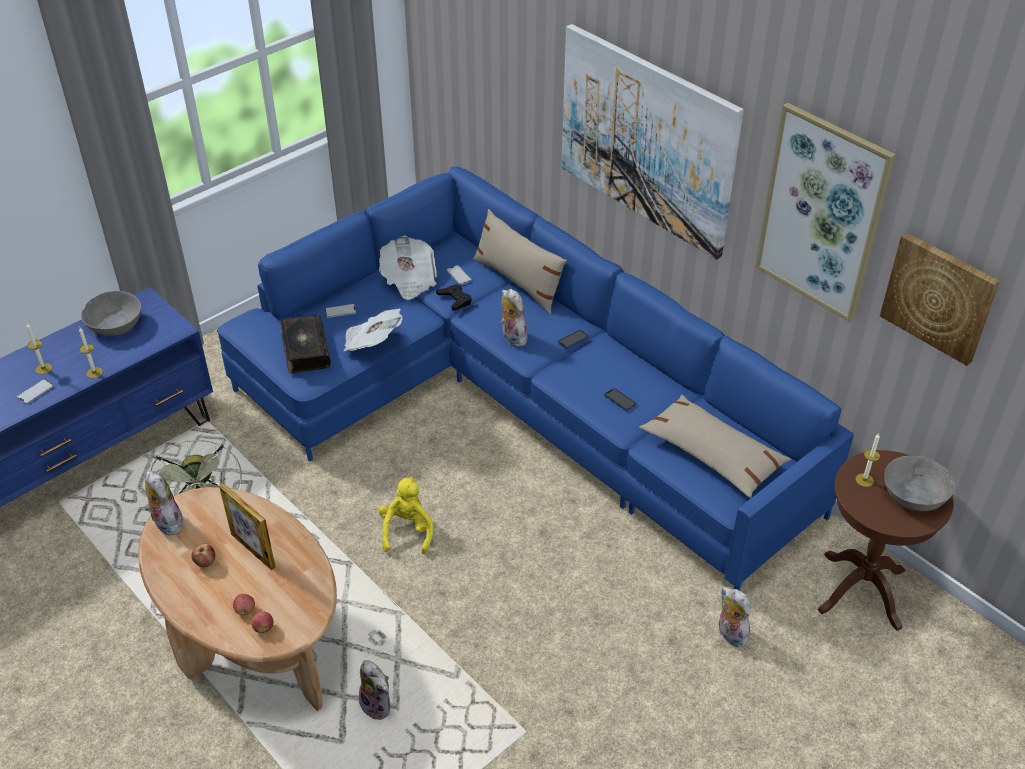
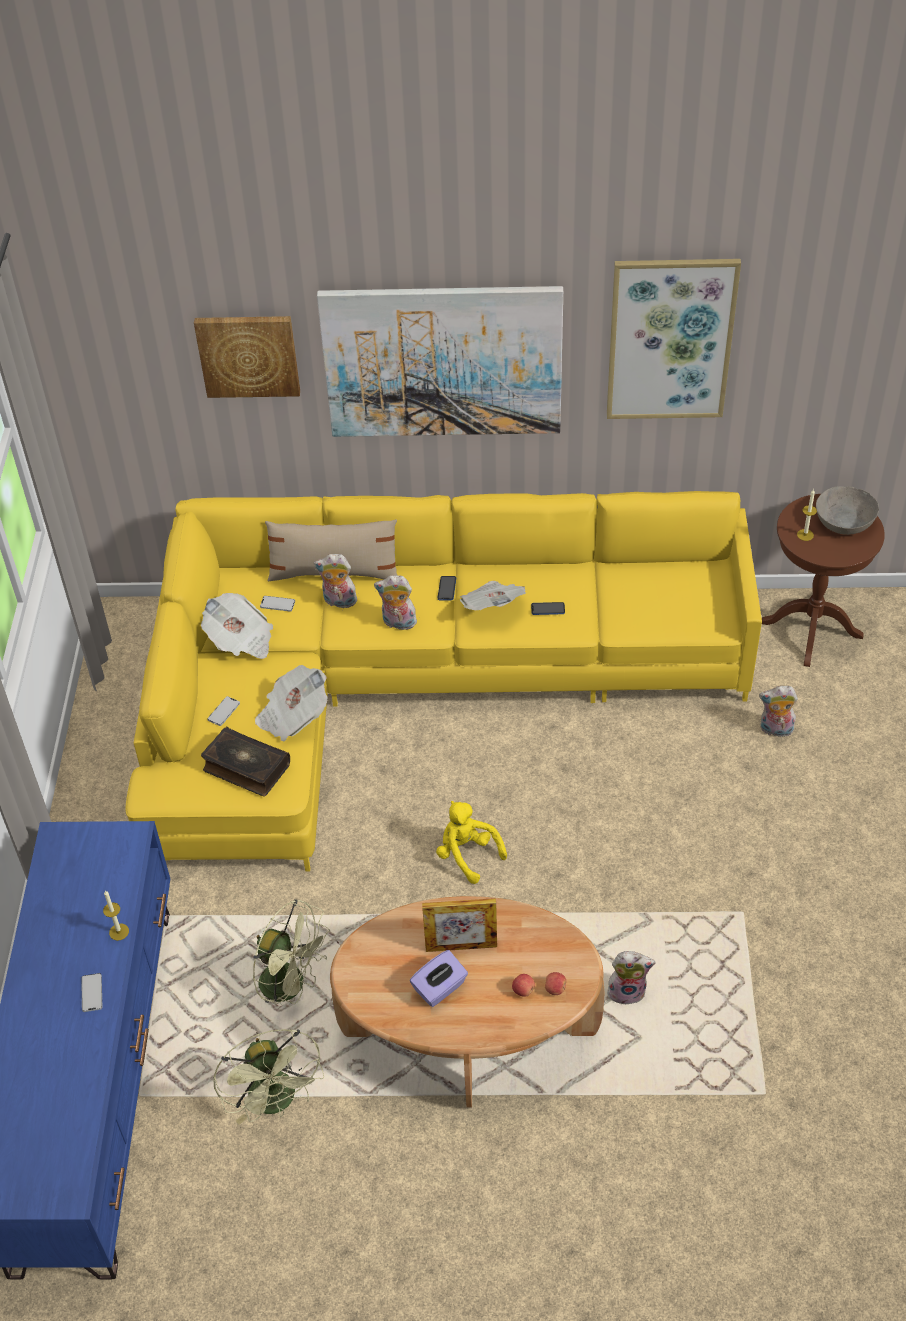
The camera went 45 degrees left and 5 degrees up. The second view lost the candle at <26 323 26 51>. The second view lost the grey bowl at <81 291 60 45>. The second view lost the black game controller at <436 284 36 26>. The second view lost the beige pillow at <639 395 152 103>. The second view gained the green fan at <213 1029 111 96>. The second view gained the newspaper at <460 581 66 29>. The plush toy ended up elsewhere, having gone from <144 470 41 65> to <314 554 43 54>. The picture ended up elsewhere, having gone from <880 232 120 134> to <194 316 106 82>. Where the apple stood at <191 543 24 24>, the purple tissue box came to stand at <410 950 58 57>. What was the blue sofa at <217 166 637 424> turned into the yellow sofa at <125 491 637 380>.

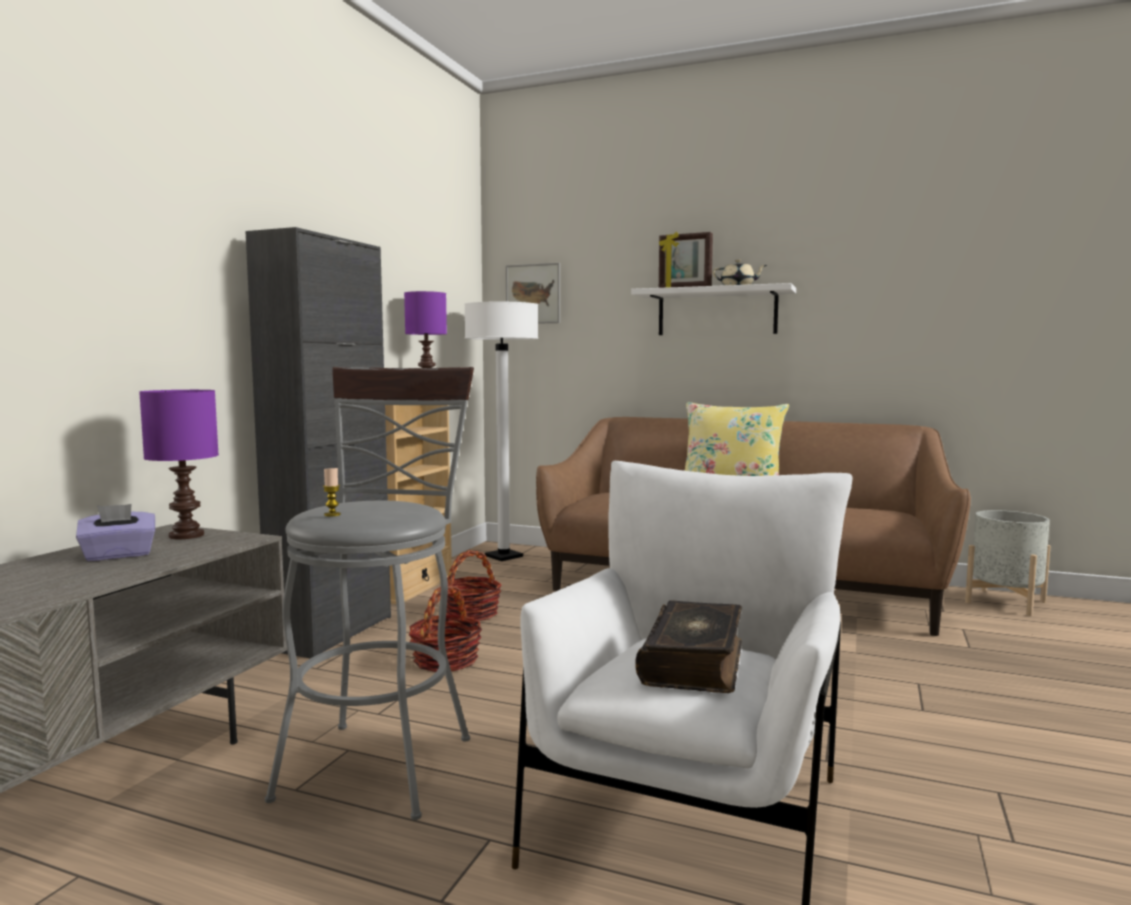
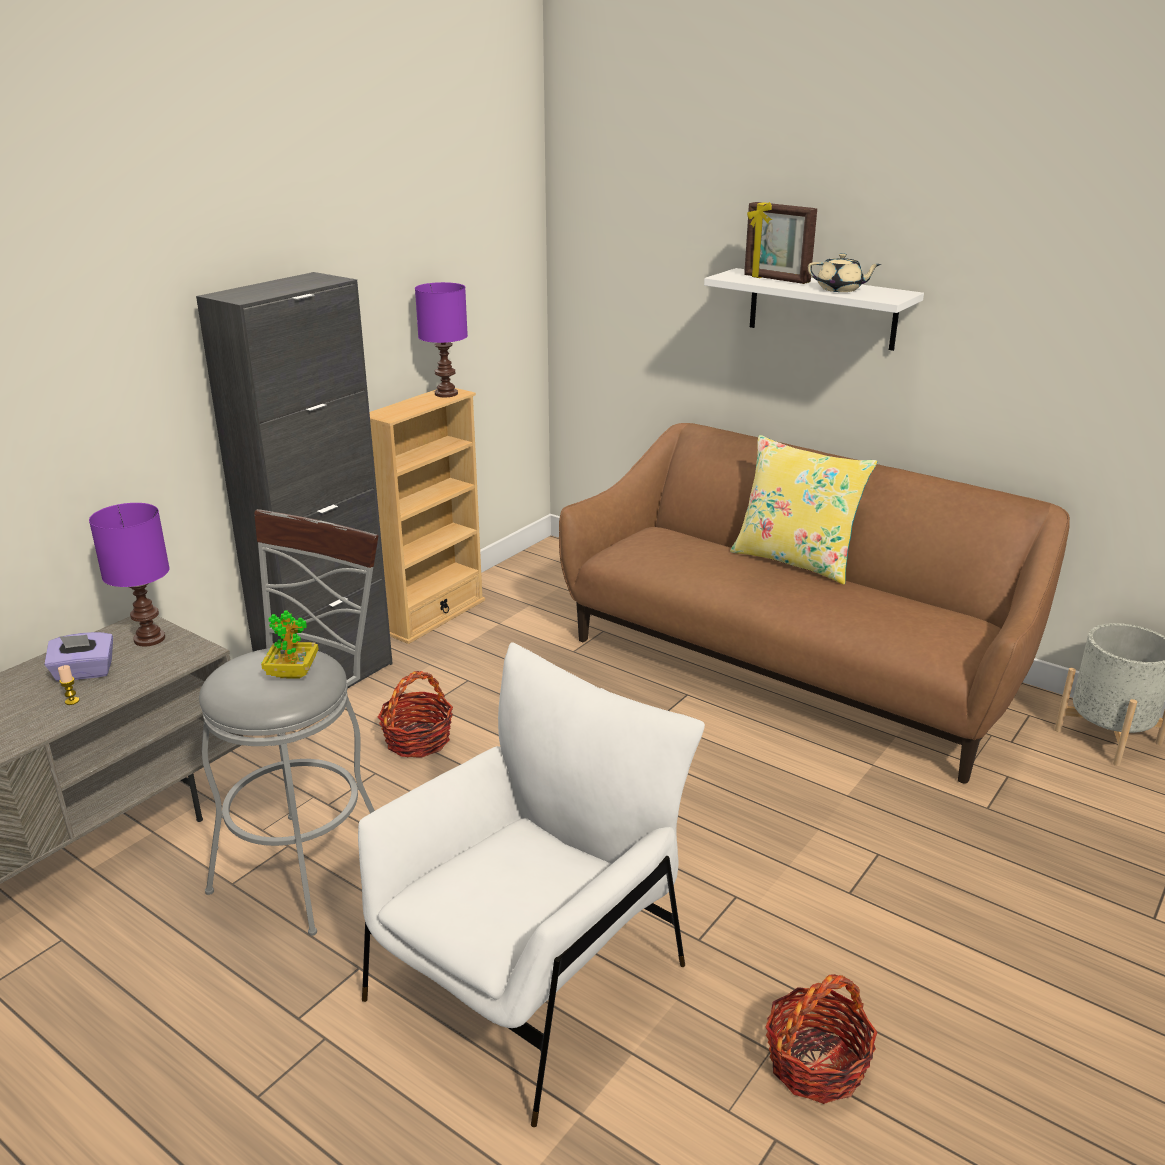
The camera went 15 degrees right and 20 degrees up. The second view lost the white floor lamp at <464 302 75 259>. The second view lost the picture at <506 263 54 61>. The second view lost the book at <635 601 107 92>. The second view gained the potted plant at <261 611 58 68>. The candle ended up elsewhere, having gone from <323 468 18 49> to <58 665 21 40>. The basket ended up elsewhere, having gone from <440 550 62 71> to <765 974 112 130>.

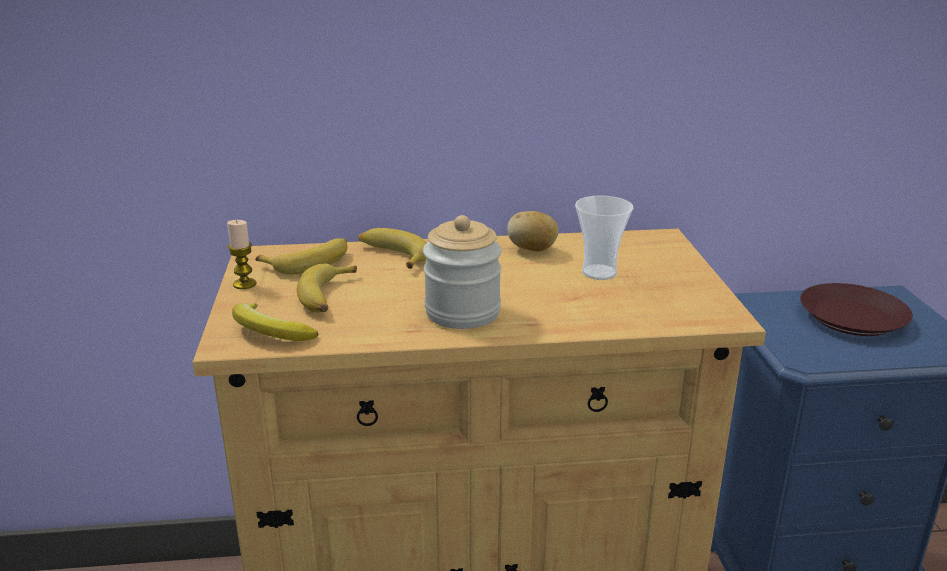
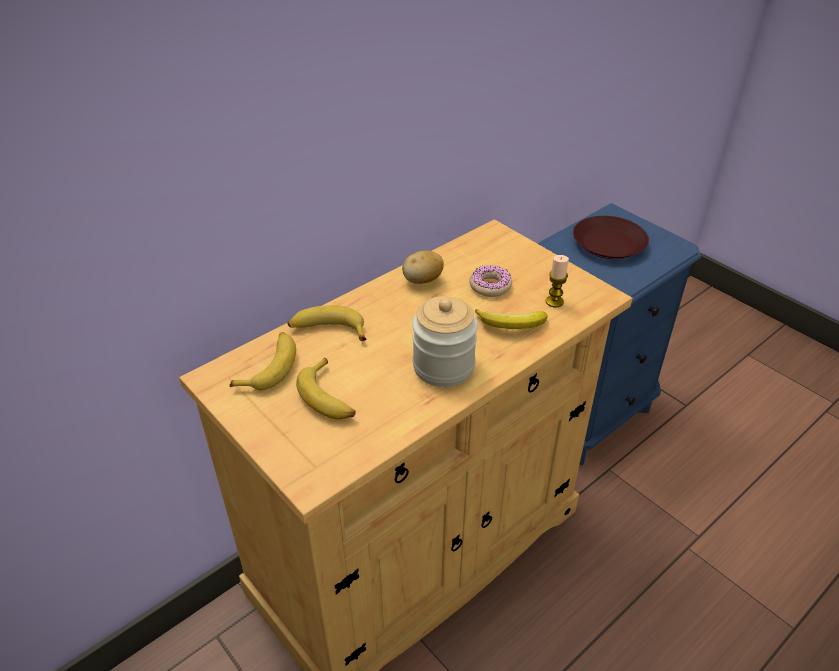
The camera went 35 degrees left and 15 degrees up. The candle ended up elsewhere, having gone from <227 220 29 69> to <546 255 23 52>. The banana ended up elsewhere, having gone from <232 303 86 38> to <475 309 72 20>. Where the cup stood at <575 195 58 85>, the donut came to stand at <469 265 43 32>.

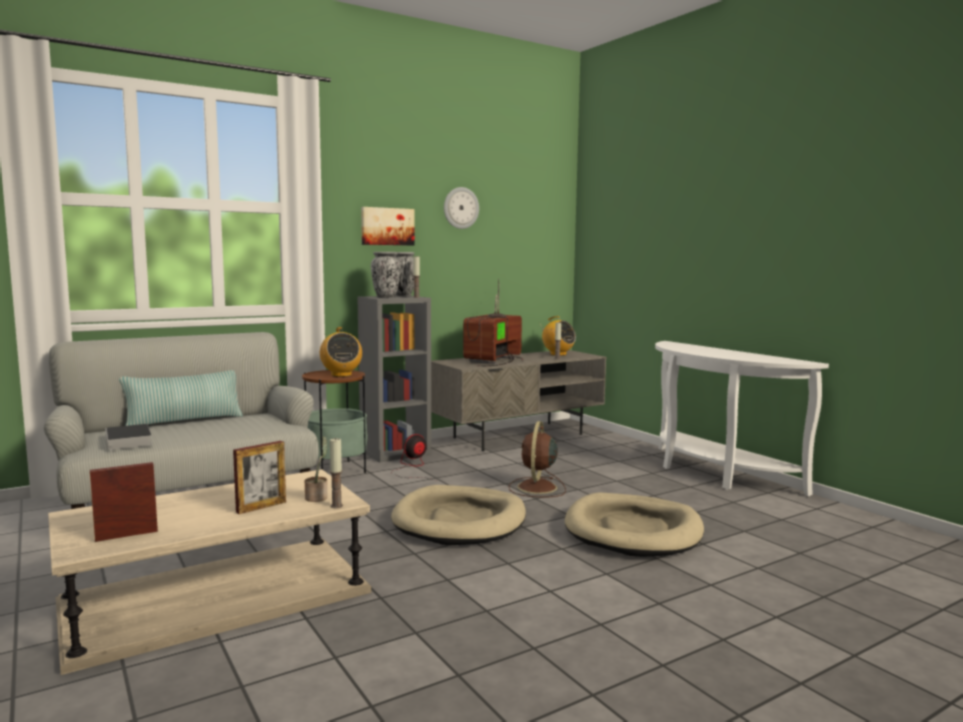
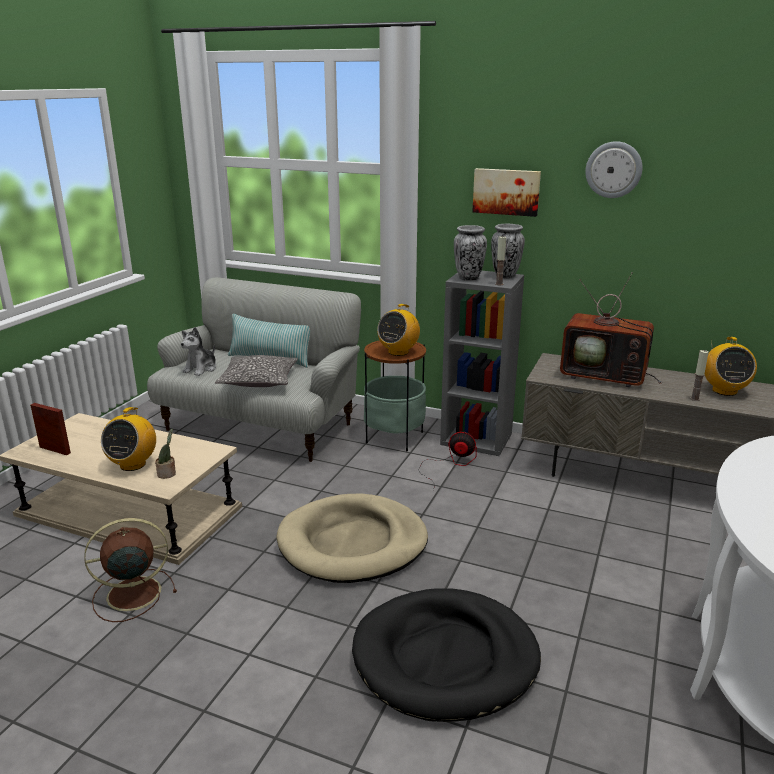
The camera went 55 degrees right and 15 degrees up. The second view lost the candle at <330 438 13 70>. The second view gained the pillow at <215 355 83 32>. The brown fan ended up elsewhere, having gone from <509 421 57 76> to <84 518 93 104>. Where the book stood at <105 424 47 28>, the plush toy came to stand at <181 327 35 49>. Where the picture frame stood at <233 441 53 73>, the radio came to stand at <101 407 55 64>. What was the beige dog bed at <565 493 139 64> turned into the black dog bed at <352 588 189 134>. The television at <463 279 60 87> ended up facing another way, 150 degrees counterclockwise from before.

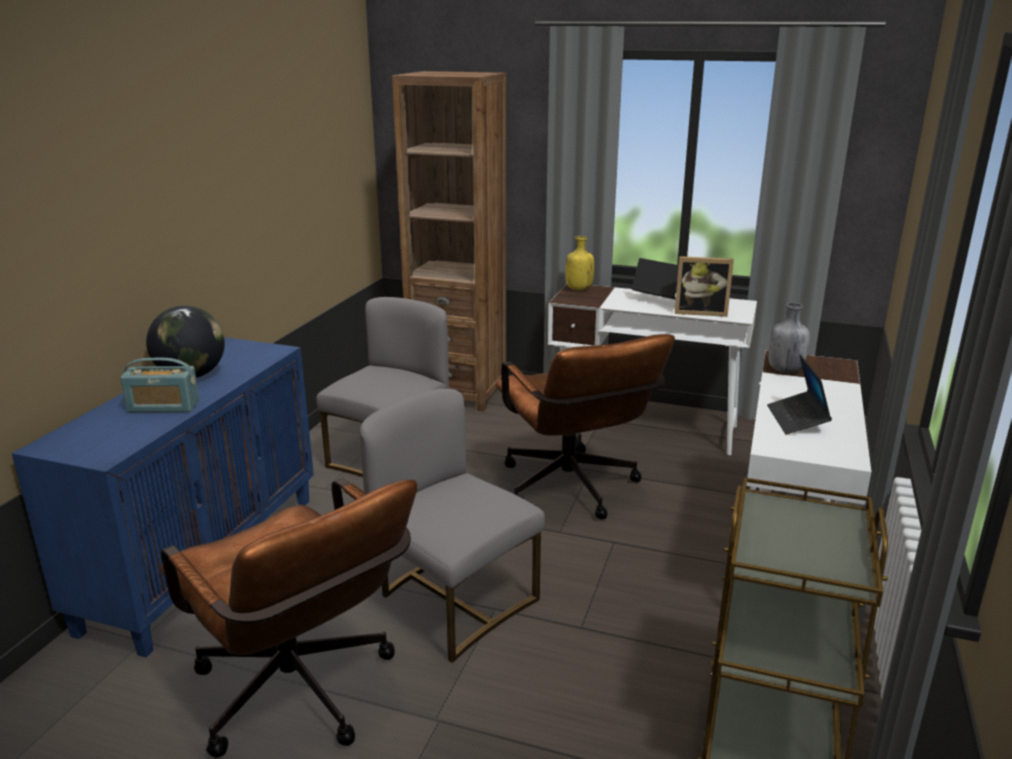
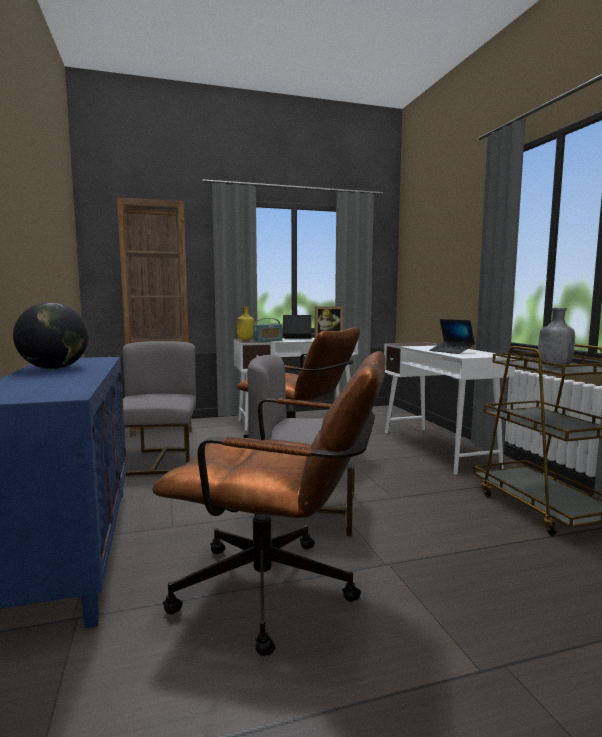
The camera went 35 degrees left and 15 degrees down. The radio ended up elsewhere, having gone from <120 358 79 54> to <253 318 30 24>. The grey bottle ended up elsewhere, having gone from <769 303 41 70> to <538 308 37 60>.

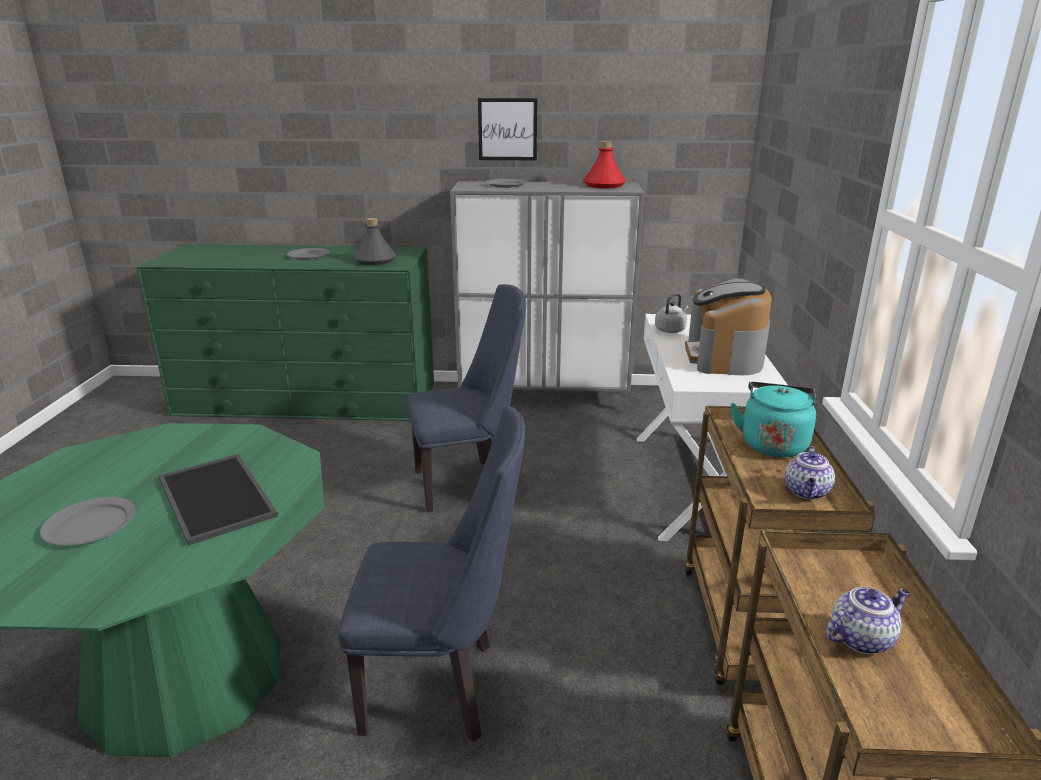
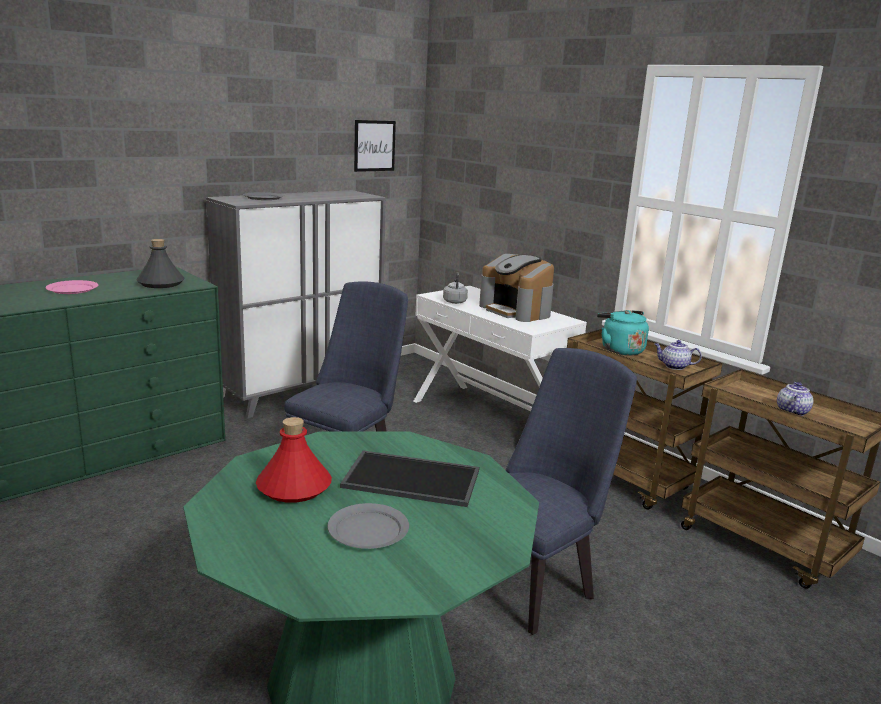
The camera went 45 degrees left and 5 degrees down. The picture ended up elsewhere, having gone from <478 98 59 62> to <354 120 42 52>. The red bottle ended up elsewhere, having gone from <583 141 43 47> to <256 417 76 86>. What was the grey plate at <287 248 43 12> turned into the pink plate at <45 280 53 14>. The teapot at <785 446 50 53> ended up facing another way, 135 degrees clockwise from before.

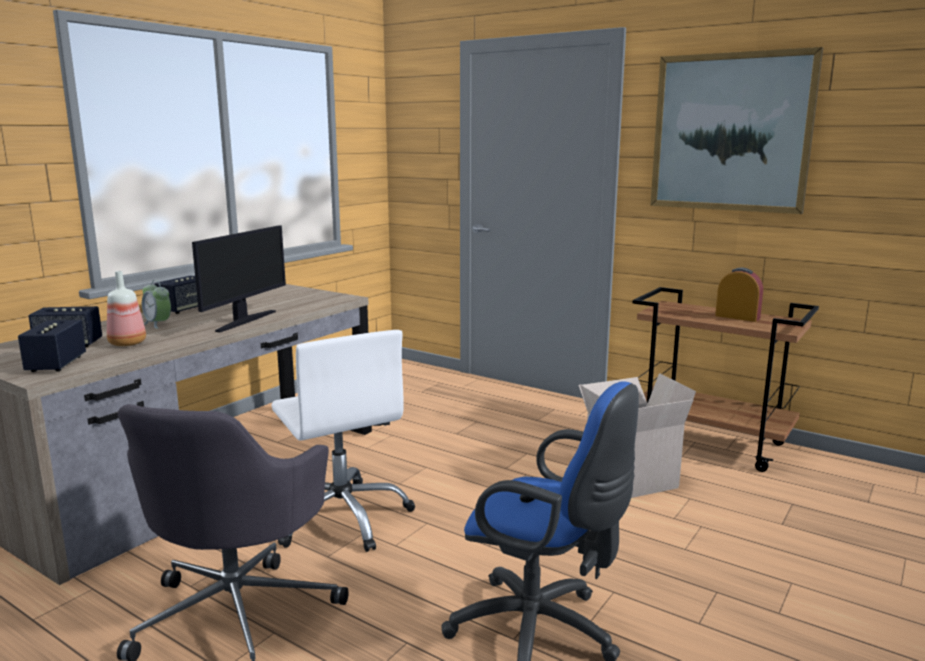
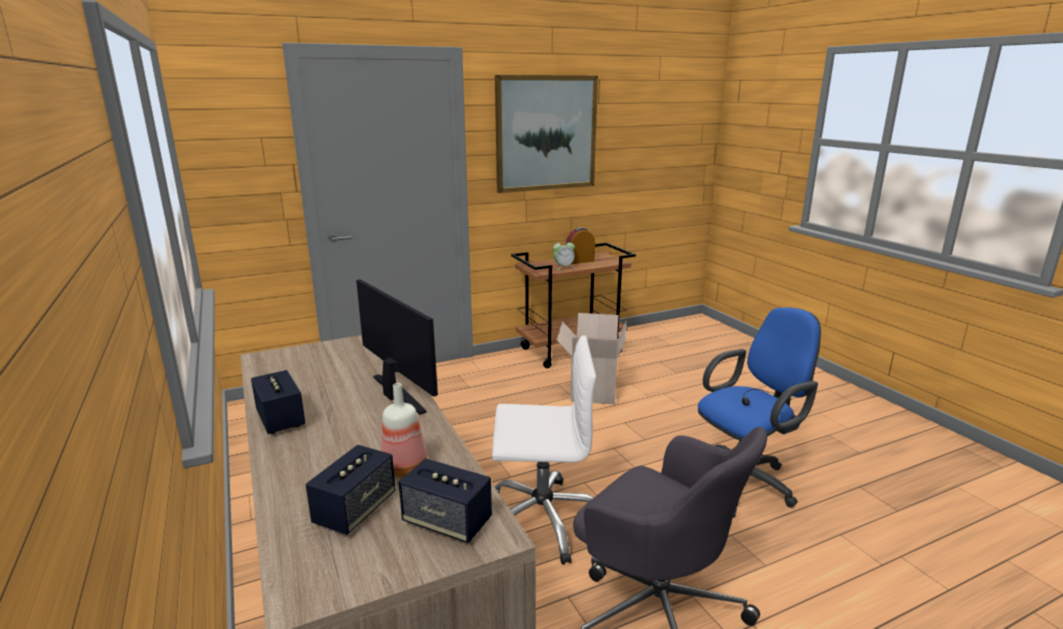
The camera went 60 degrees left and 5 degrees up. The alarm clock ended up elsewhere, having gone from <142 280 29 49> to <553 239 22 31>.

